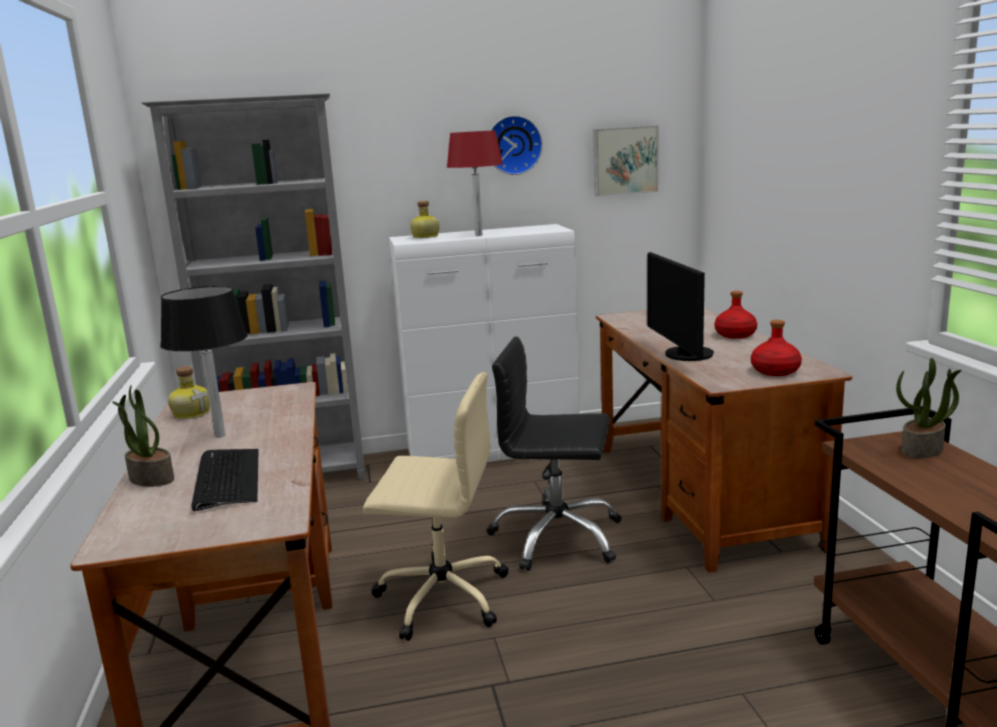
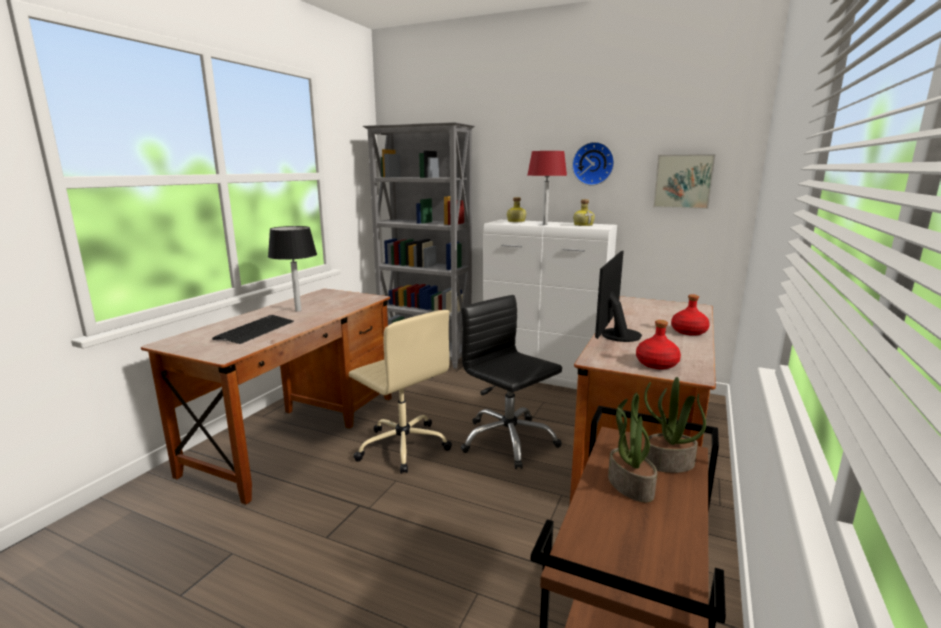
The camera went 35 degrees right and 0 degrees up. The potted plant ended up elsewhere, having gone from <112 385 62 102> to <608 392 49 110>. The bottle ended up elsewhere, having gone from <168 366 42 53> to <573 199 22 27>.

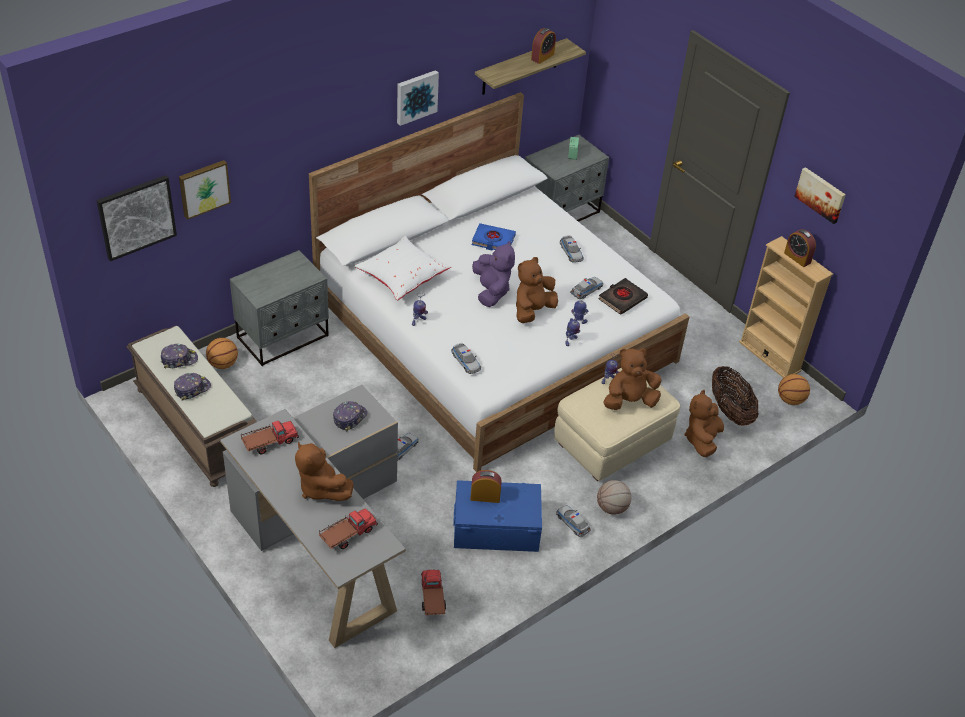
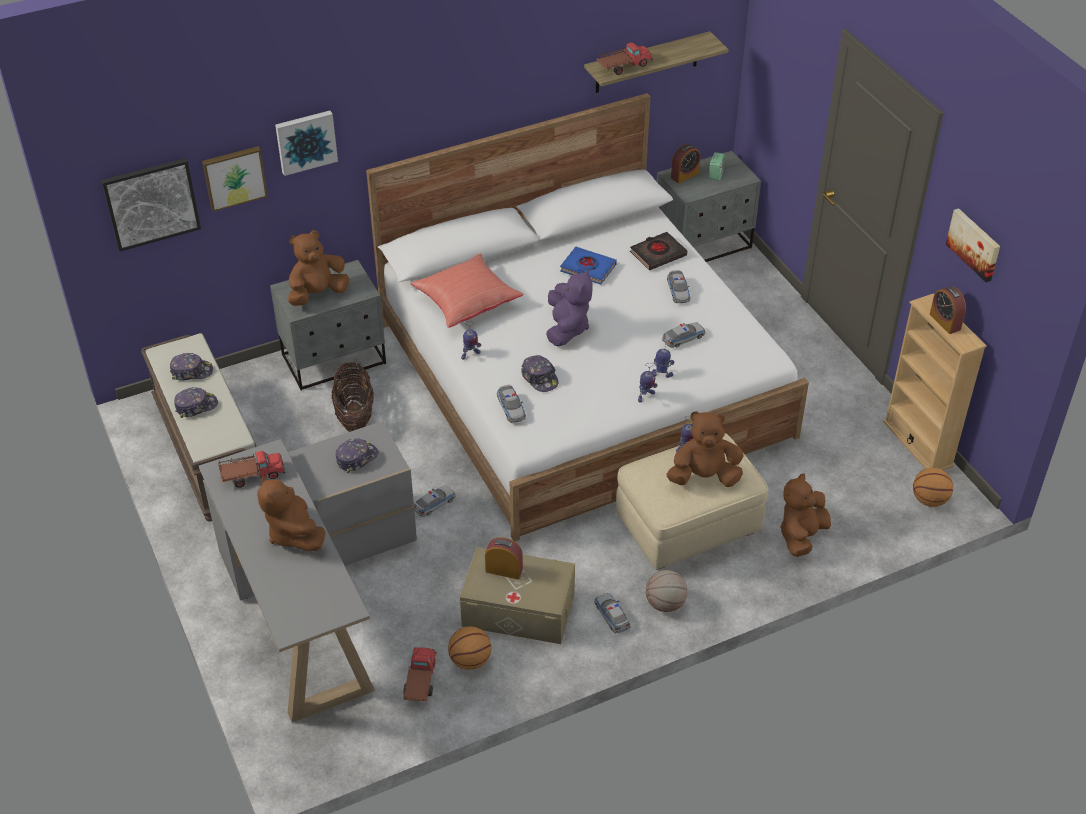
The camera went 15 degrees right and 0 degrees up. The second view gained the cap at <521 355 37 37>. The basketball ended up elsewhere, having gone from <206 338 32 31> to <448 626 43 44>. The toy truck ended up elsewhere, having gone from <319 508 59 41> to <596 42 57 33>. The picture ended up elsewhere, having gone from <397 70 42 56> to <275 111 63 65>. The brown plush toy ended up elsewhere, having gone from <516 257 42 66> to <287 230 62 76>. The alarm clock ended up elsewhere, having gone from <531 28 25 36> to <671 144 29 39>. The black book ended up elsewhere, having gone from <598 278 50 37> to <630 232 57 38>. The basket ended up elsewhere, having gone from <712 366 47 60> to <332 362 42 70>. What was the white pillow at <355 236 96 64> turned into the red pillow at <410 253 114 75>. What was the blue storage box at <453 480 89 72> turned into the beige storage box at <460 547 115 97>.

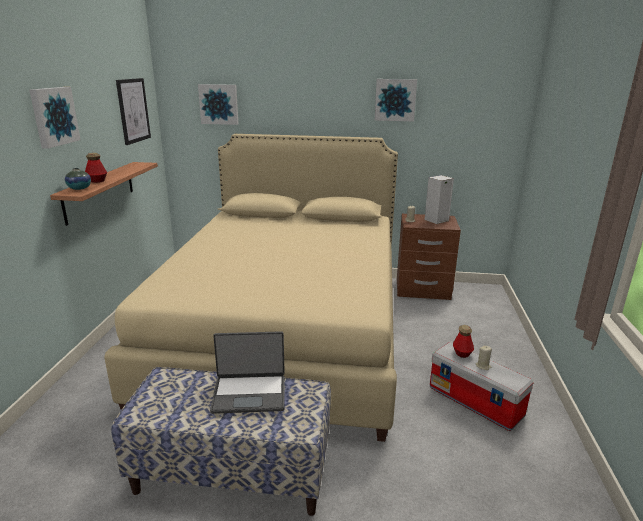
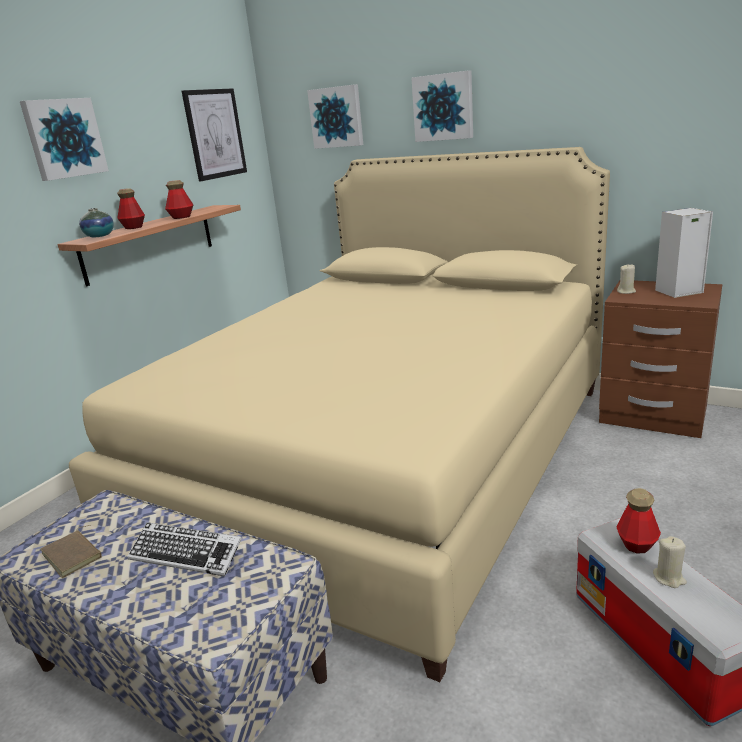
The camera went 25 degrees right and 0 degrees up. The second view gained the brown book at <41 525 61 53>. The second view gained the bottle at <165 180 28 39>. The picture ended up elsewhere, having gone from <375 79 42 42> to <411 70 62 72>. Where the laptop stood at <210 331 75 83>, the keyboard came to stand at <127 522 115 54>.

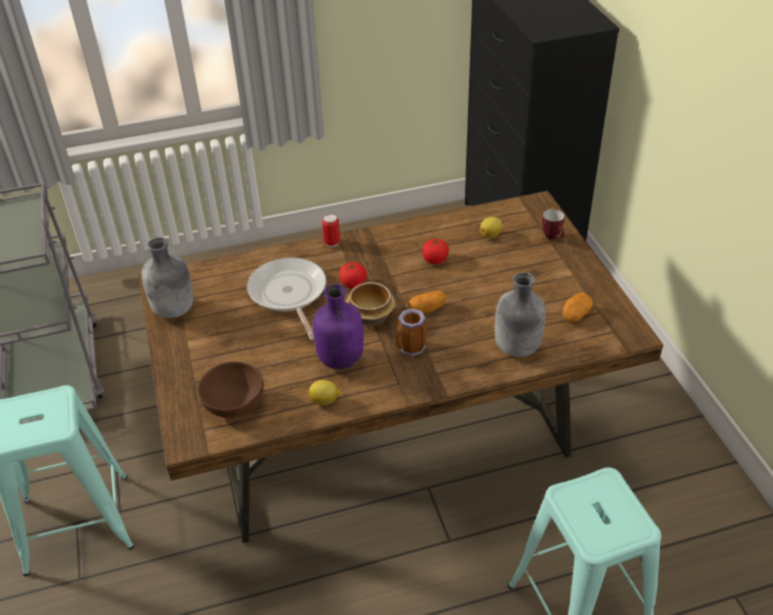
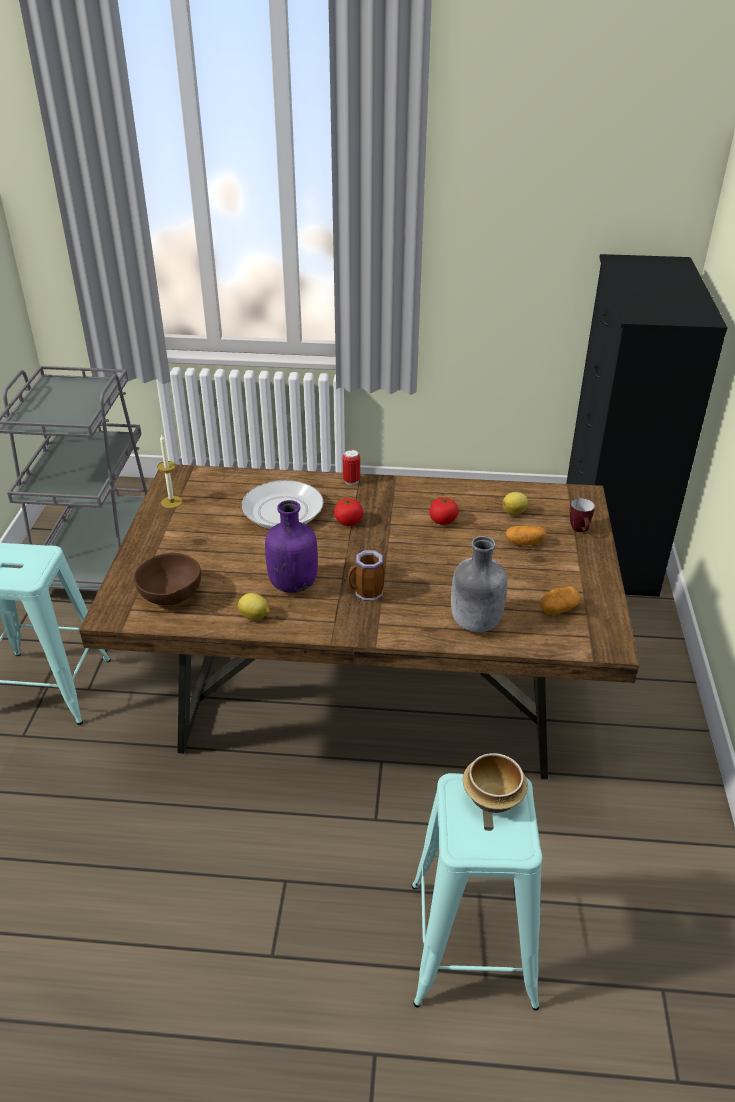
The camera went 20 degrees right and 5 degrees down. The bowl ended up elsewhere, having gone from <346 282 49 44> to <463 753 65 60>. The potato ended up elsewhere, having gone from <409 291 38 22> to <505 526 42 20>. Where the grey bottle stood at <141 237 53 81>, the candle came to stand at <157 433 25 75>.

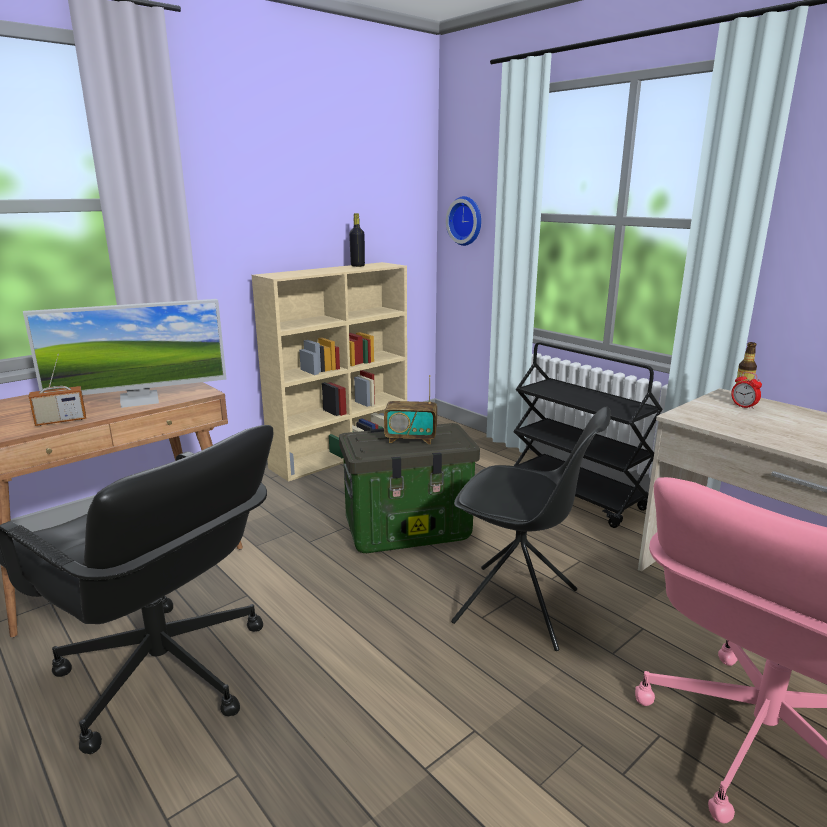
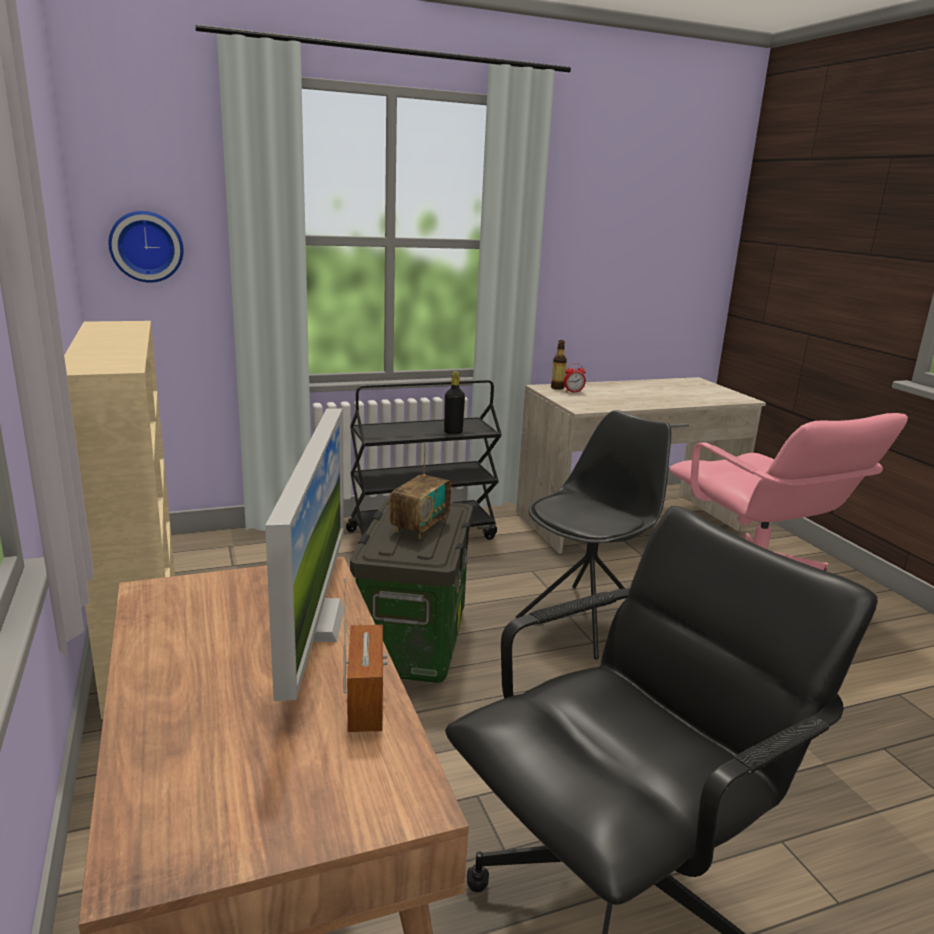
The camera went 70 degrees left and 0 degrees up. The black bottle ended up elsewhere, having gone from <349 213 16 54> to <444 371 21 63>.

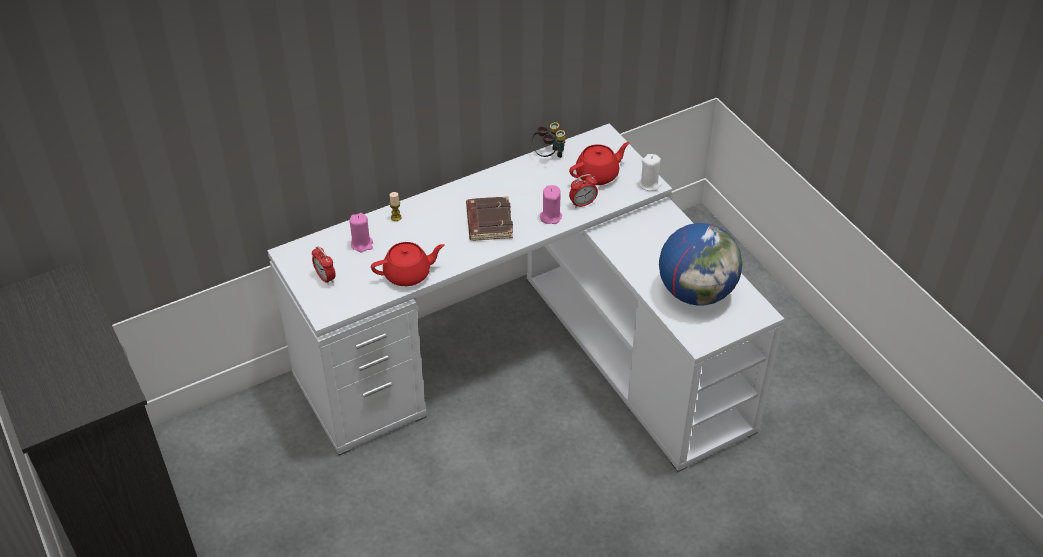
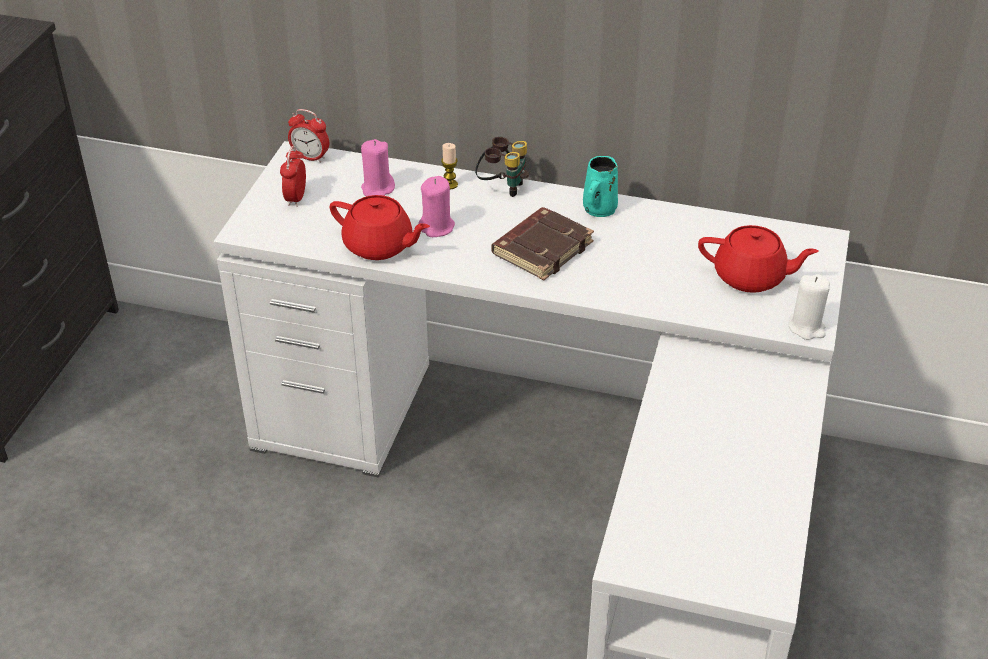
The camera went 45 degrees right and 5 degrees down. The second view lost the globe at <659 223 83 82>. The second view gained the turquoise mug at <583 156 35 61>. The binoculars ended up elsewhere, having gone from <532 122 33 36> to <475 137 54 60>. The pink candle ended up elsewhere, having gone from <540 185 22 39> to <418 176 37 61>. The alarm clock ended up elsewhere, having gone from <569 174 29 34> to <288 109 41 54>.

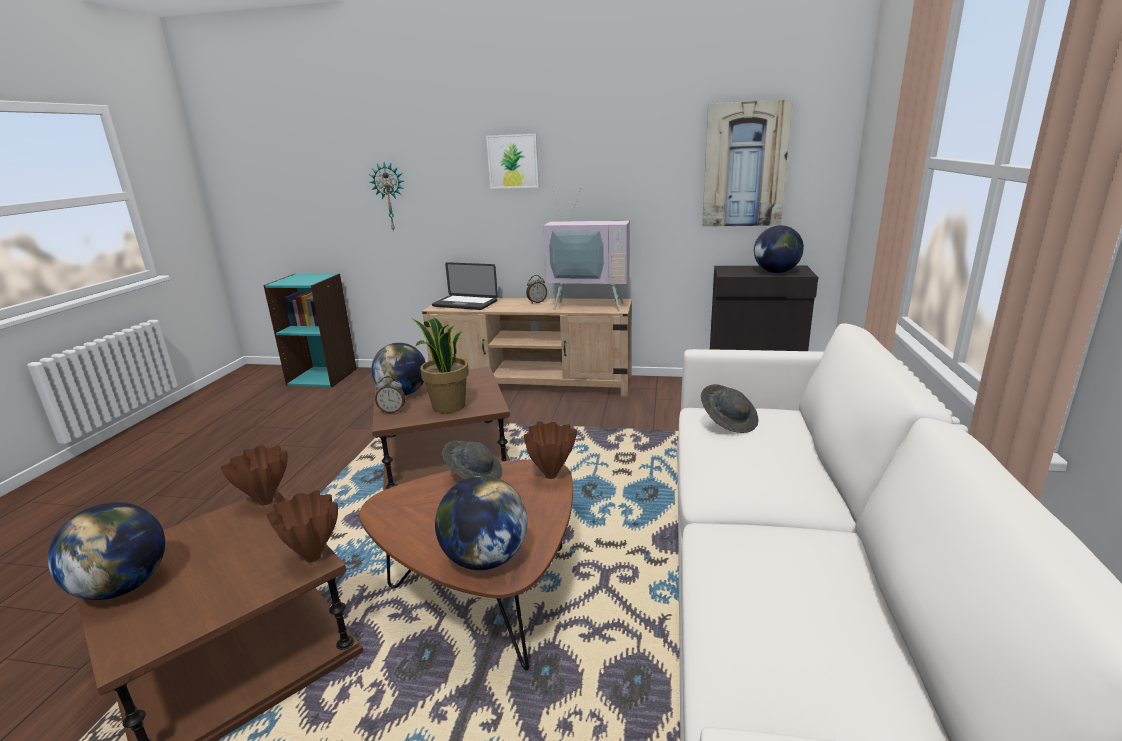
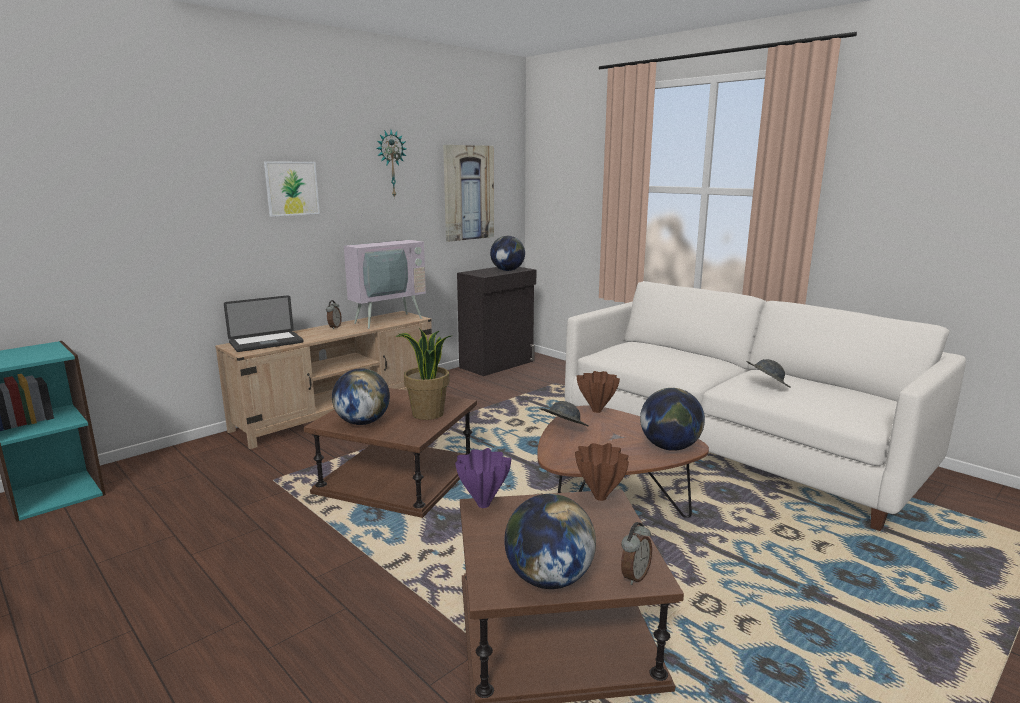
The camera went 55 degrees left and 5 degrees down. The wall clock ended up elsewhere, having gone from <370 162 34 70> to <376 130 31 68>. The alarm clock ended up elsewhere, having gone from <375 376 30 37> to <621 522 31 63>. The grey hat ended up elsewhere, having gone from <701 384 58 49> to <747 359 44 29>. What was the brown vase at <221 445 67 60> turned into the purple vase at <455 448 56 60>.

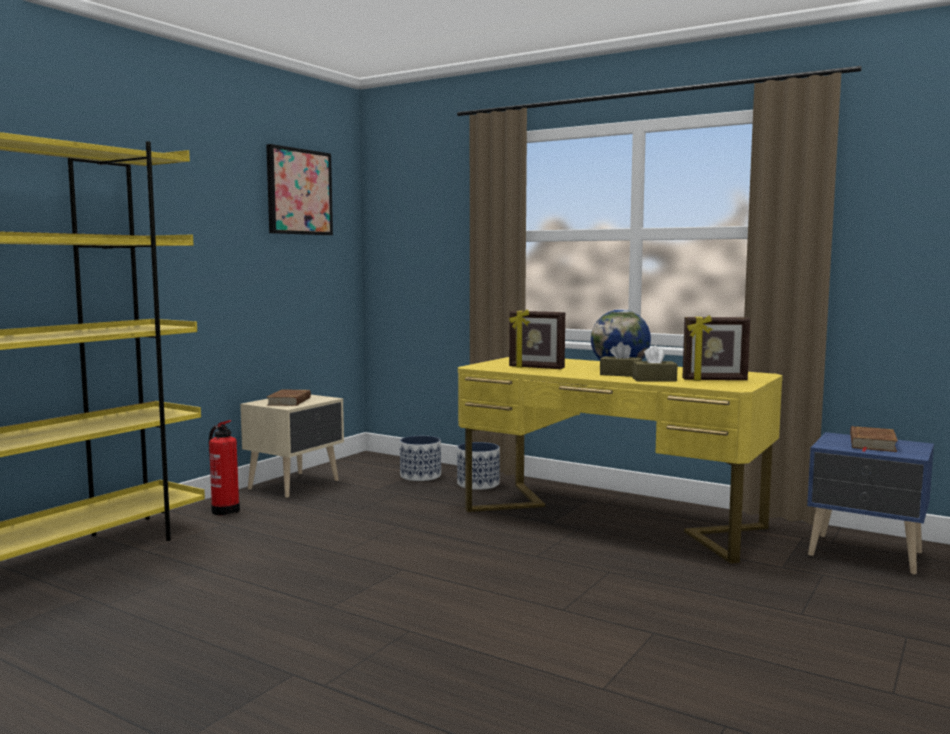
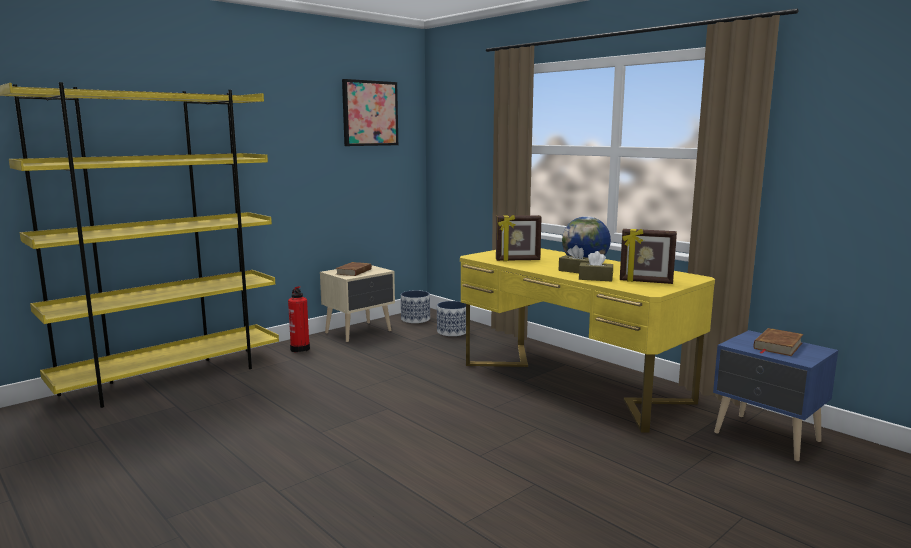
The camera went 15 degrees right and 5 degrees up. The planter ended up elsewhere, having gone from <457 442 43 48> to <401 290 29 33>. The picture frame at <509 309 56 60> ended up facing another way, 45 degrees counterclockwise from before.

